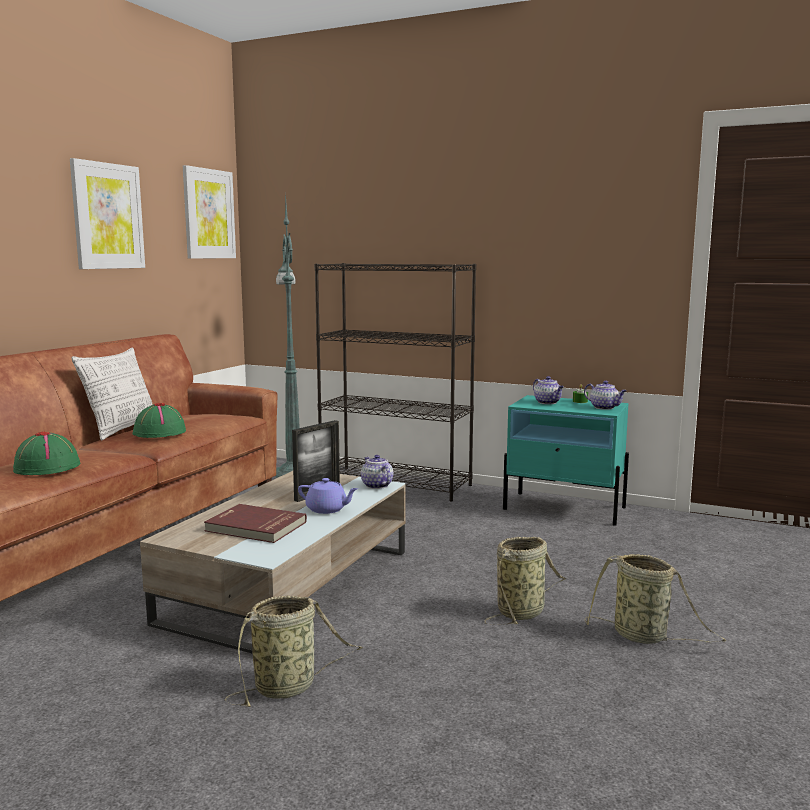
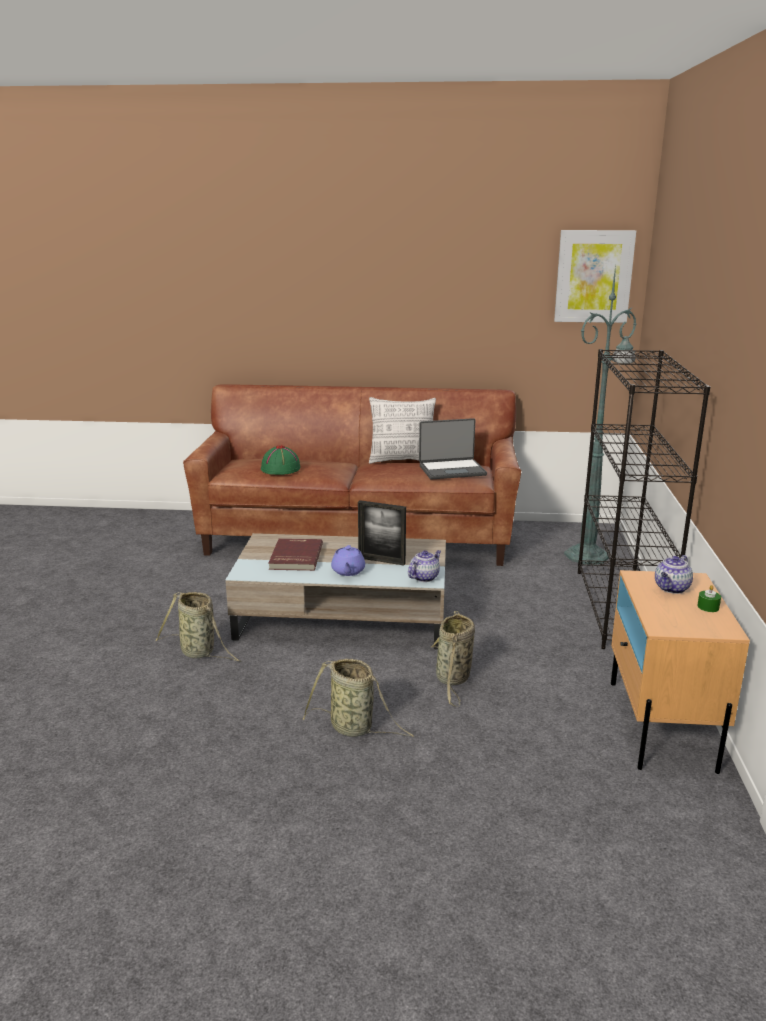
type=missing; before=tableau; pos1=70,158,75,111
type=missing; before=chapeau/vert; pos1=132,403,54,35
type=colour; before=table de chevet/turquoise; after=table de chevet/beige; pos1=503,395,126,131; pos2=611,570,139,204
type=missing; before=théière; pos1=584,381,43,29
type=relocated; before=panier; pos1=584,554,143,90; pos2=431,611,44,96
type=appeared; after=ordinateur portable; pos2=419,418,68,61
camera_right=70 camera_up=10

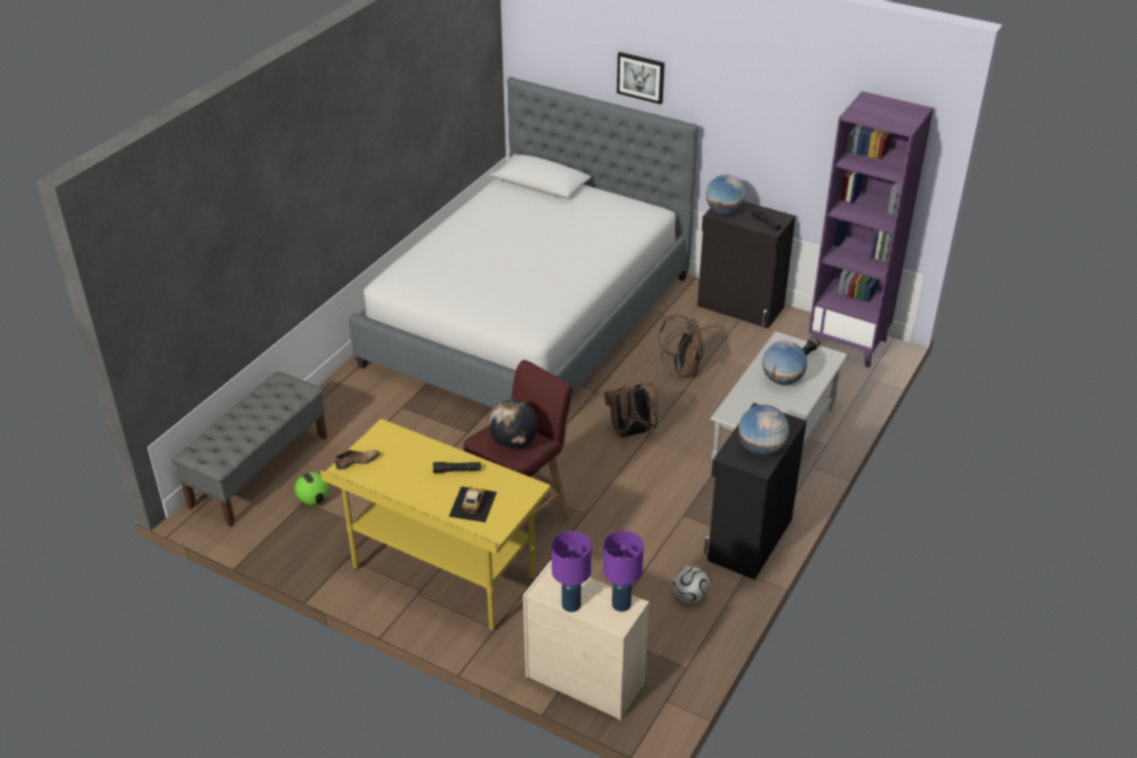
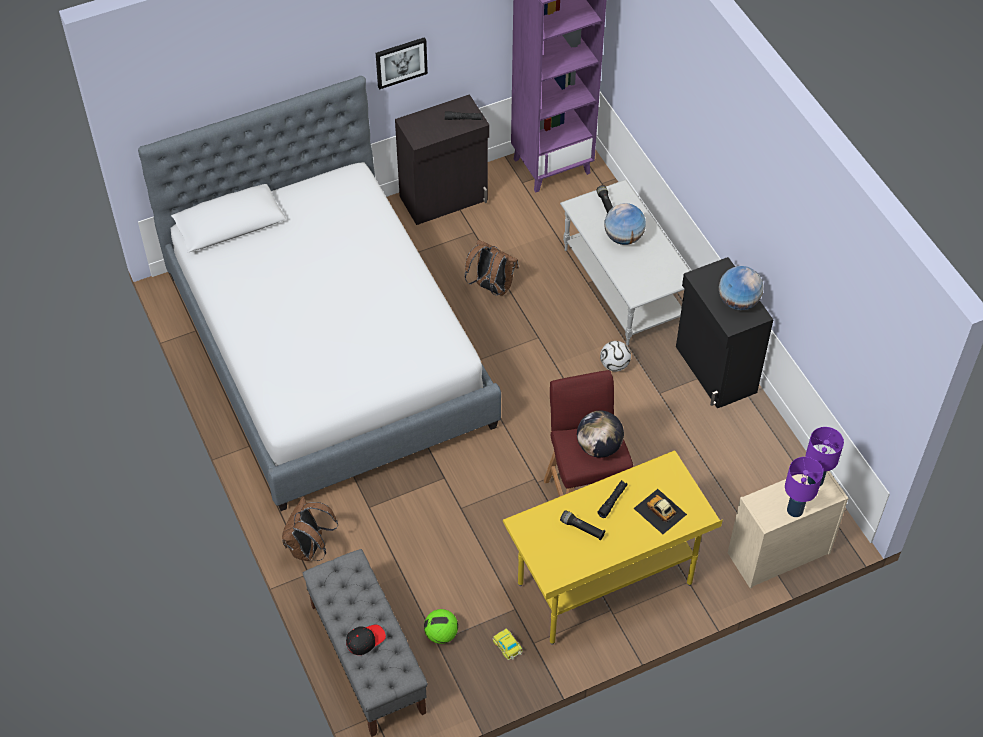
type=missing; before=chaussure; pos1=335,450,45,20
type=relocated; before=sac à dos/marron; pos1=604,382,54,55; pos2=282,497,56,64
type=relocated; before=tableau; pos1=617,52,48,52; pos2=376,37,52,52
type=relocated; before=ballon de foot; pos1=673,566,36,37; pos2=600,341,31,31
type=missing; before=globe; pos1=706,175,40,40
type=appeared; after=casquette/noir; pos2=346,625,40,30
type=appeared; after=petite voiture; pos2=493,629,30,31
type=appeared; after=lampe de poche/noir; pos2=560,510,45,30
camera_right=-55 camera_up=15

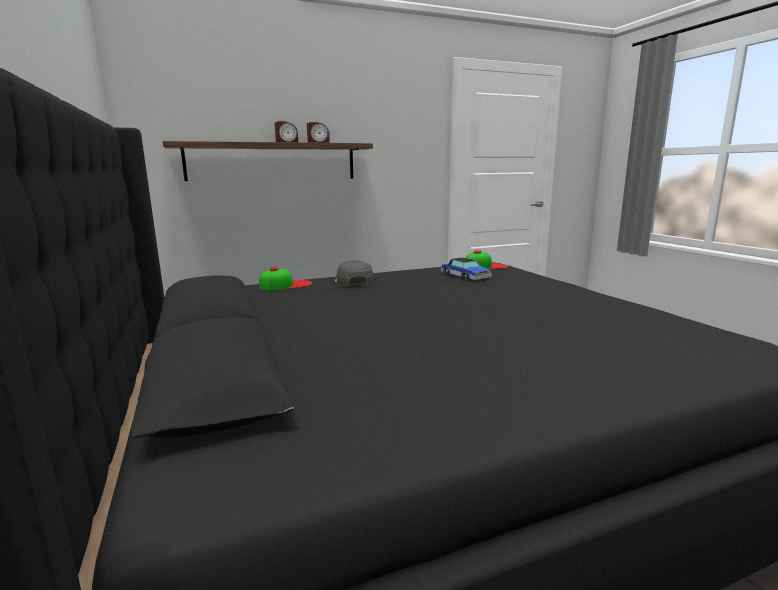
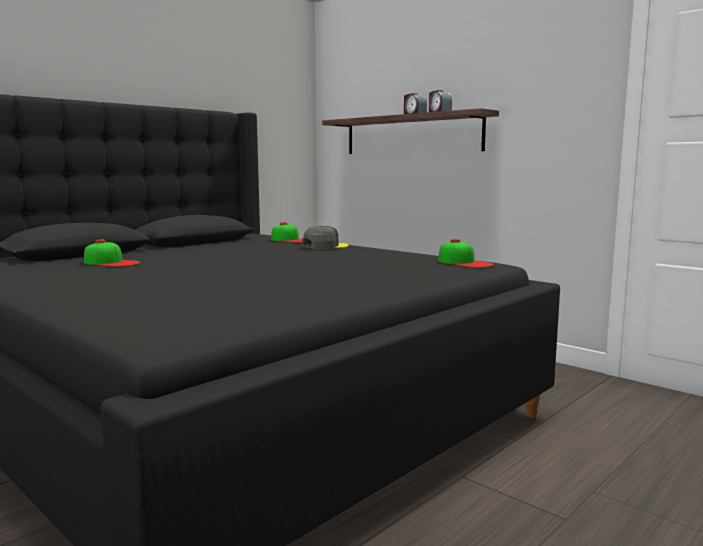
type=missing; before=petite voiture; pos1=441,257,51,23
type=appeared; after=casquette; pos2=84,239,56,28
camera_right=65 camera_up=-5

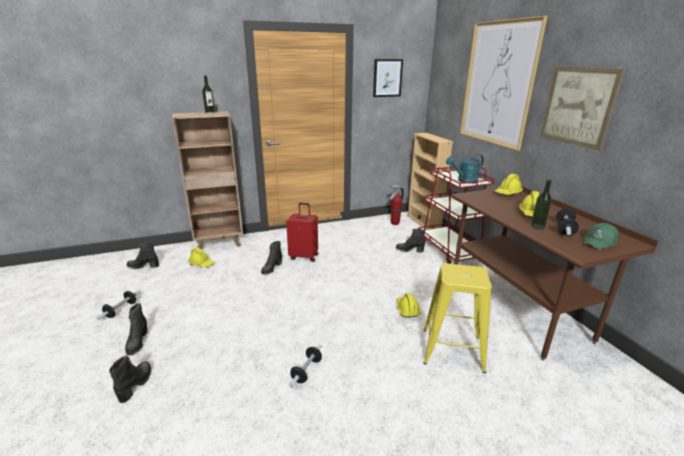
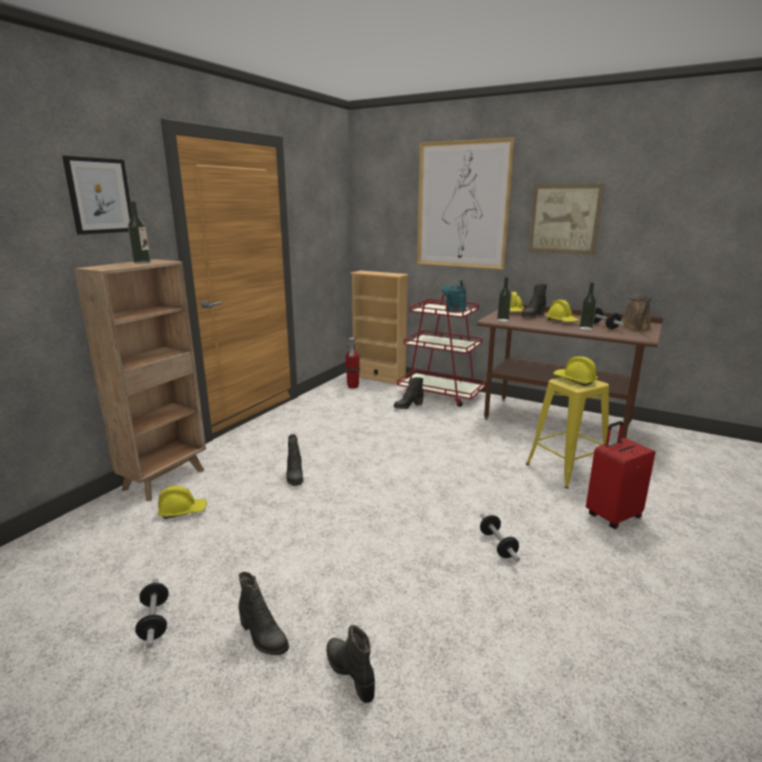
type=relocated; before=botte/noir; pos1=127,242,32,27; pos2=521,284,26,34
type=relocated; before=valise/rouge; pos1=286,203,32,59; pos2=586,421,69,108
type=relocated; before=tableau; pos1=373,59,30,38; pos2=62,156,70,79
type=relocated; before=casque de chantier/jaune; pos1=397,293,23,24; pos2=553,356,45,30
type=exchanged; before=casquette/vert; after=arrosoir/marron; pos1=582,223,37,27; pos2=620,294,32,37
type=appeared; after=bouteille; pos2=497,277,14,45
camera_right=-40 camera_up=-5

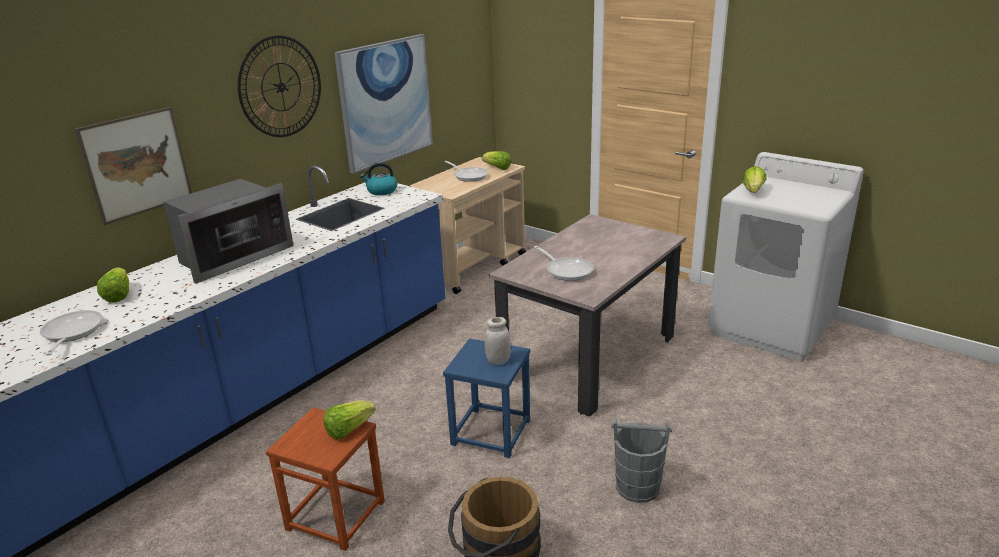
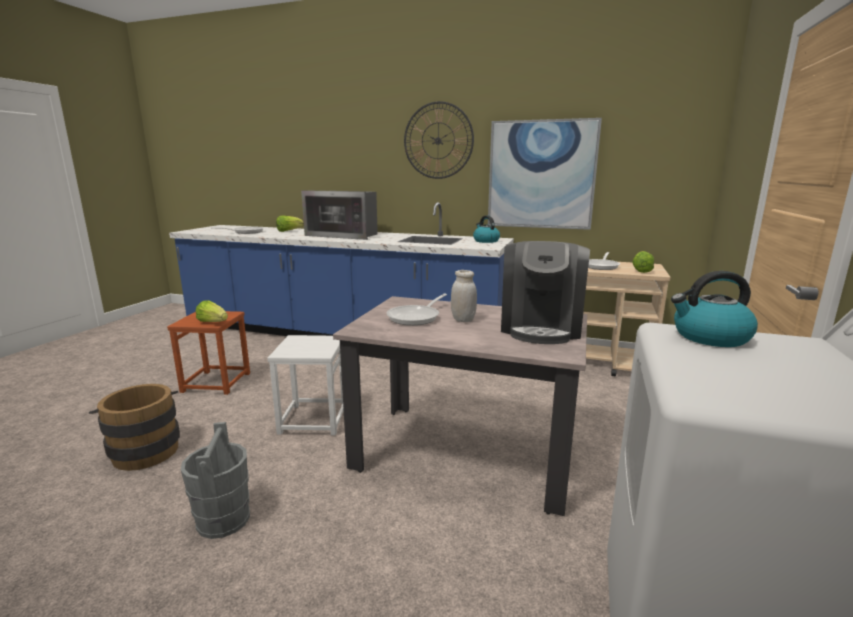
type=missing; before=tableau; pos1=75,107,117,118
type=colour; before=tabouret/bleu; after=tabouret/blanc; pos1=443,338,87,120; pos2=267,335,77,100
type=relocated; before=bocal/blanc; pos1=485,317,26,48; pos2=451,270,26,52
type=exchanged; before=laitue; after=bouilloire; pos1=742,166,25,27; pos2=671,271,87,76
type=appeared; after=machine à café; pos2=501,241,89,103
camera_right=70 camera_up=-10

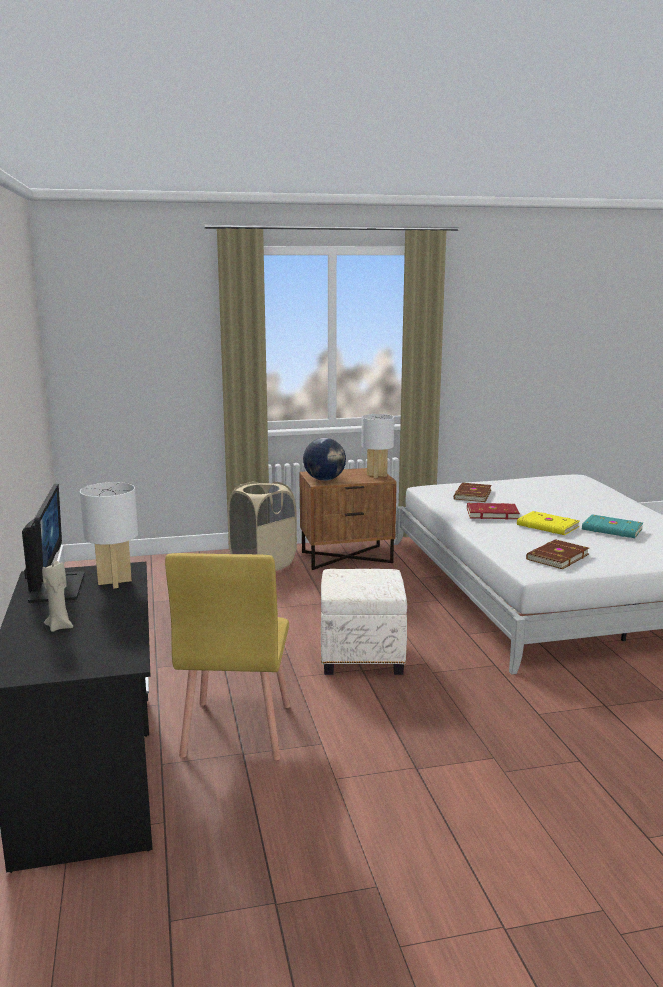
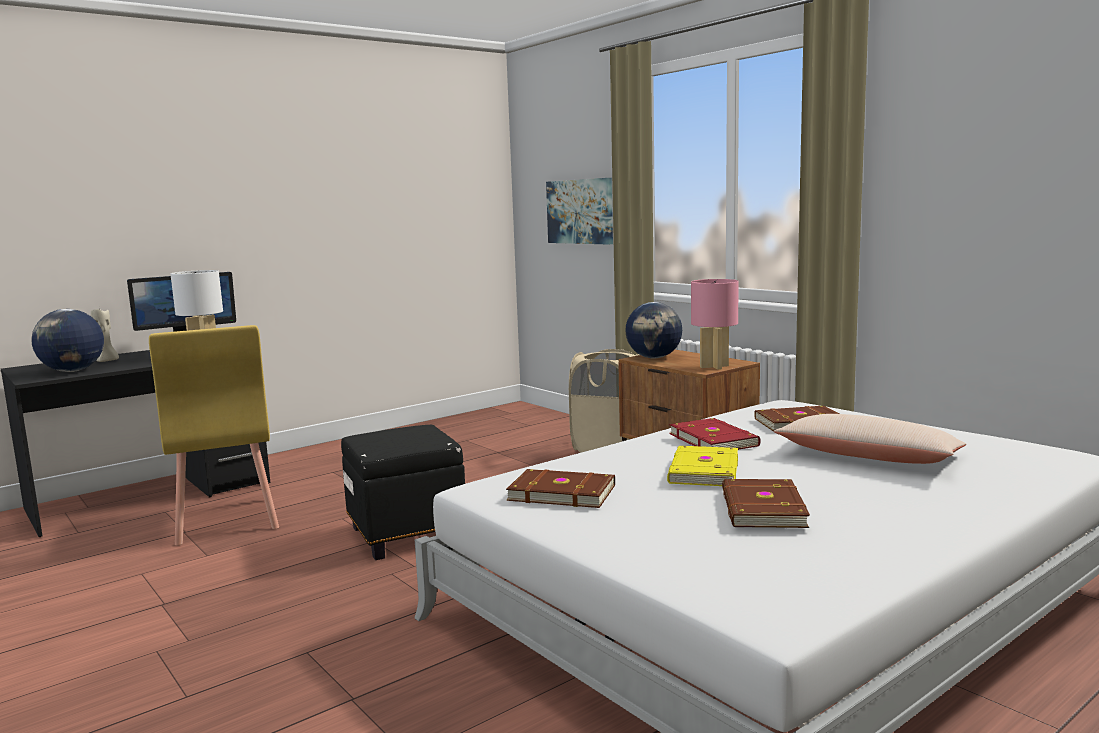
type=spun; before=chaise/jaune; pos1=165,553,125,207; pos2=149,325,130,221; turn=-90
type=colour; before=pouf/blanc; after=pouf/noir; pos1=321,569,86,106; pos2=341,425,124,135
type=colour; before=lampe de table/blanc; after=lampe de table/rose; pos1=362,414,32,64; pos2=691,279,48,91
type=colour; before=livre/turquoise; after=livre/marron; pos1=582,515,61,23; pos2=722,479,88,49
type=appeared; after=globe; pos2=31,309,73,63
type=appeared; after=tableau; pos2=546,178,67,67
type=appeared; after=coussin/beige; pos2=774,414,192,50
camera_right=65 camera_up=-5

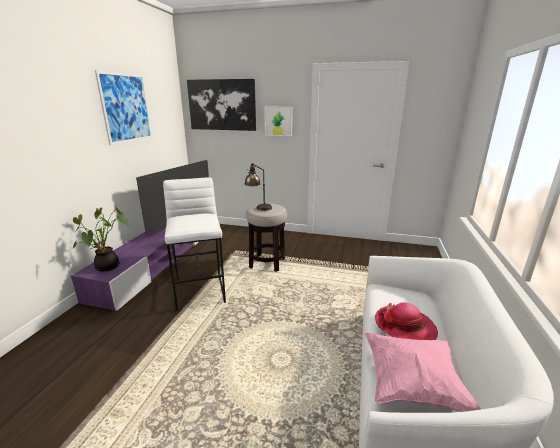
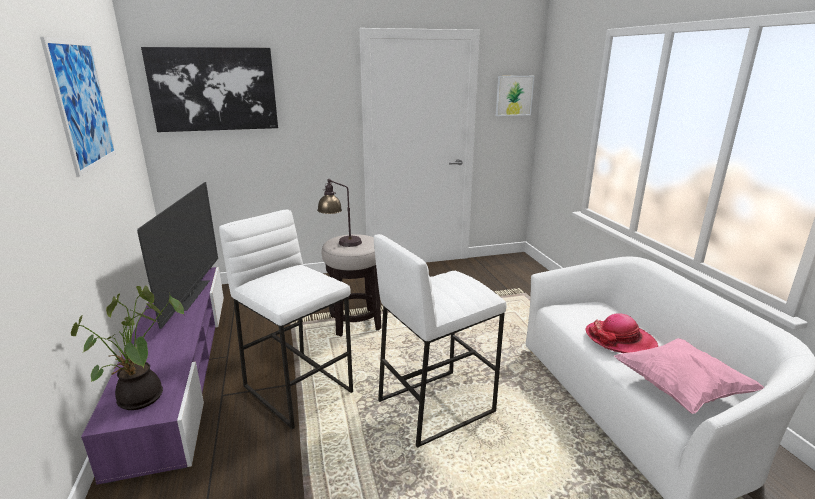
type=relocated; before=tableau; pos1=265,107,27,29; pos2=496,76,38,40
type=appeared; after=tabouret/blanc; pos2=374,234,133,214
camera_right=-30 camera_up=0

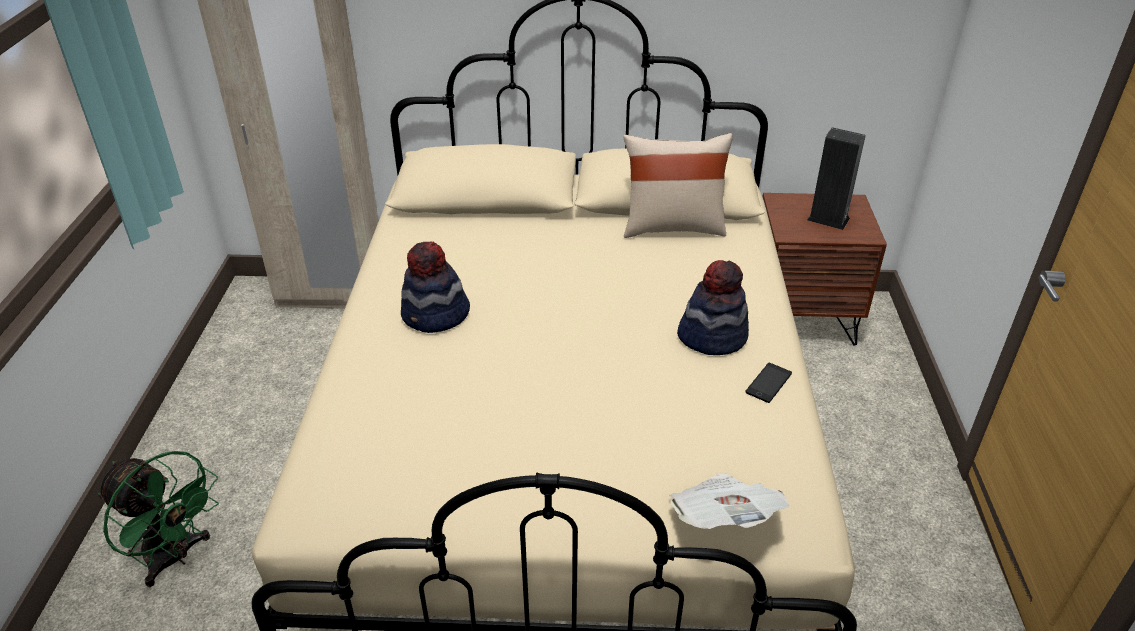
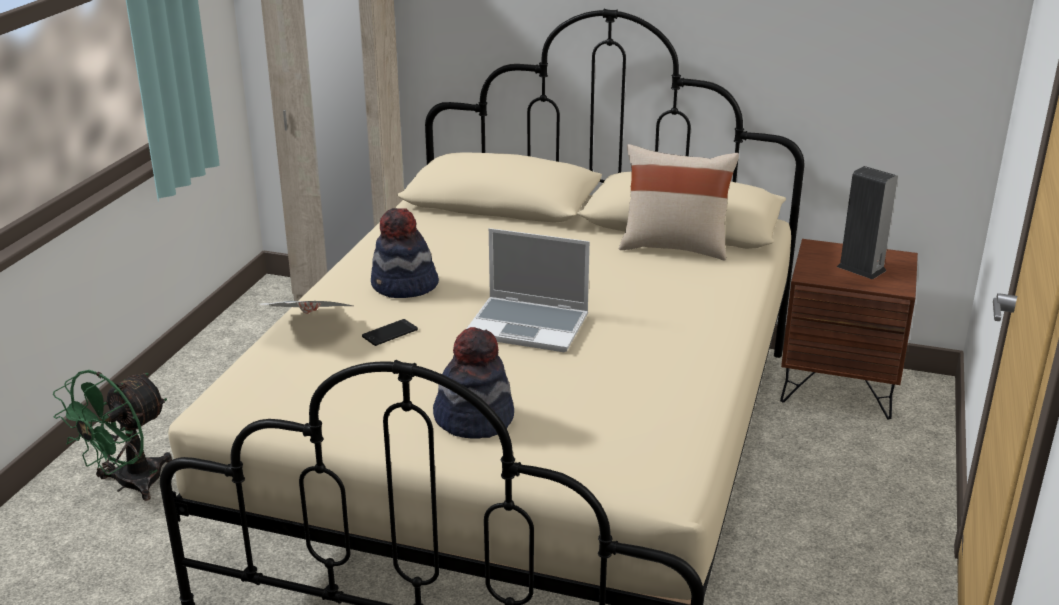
type=spun; before=ventilateur/vert; pos1=98,451,121,136; pos2=53,370,119,131; turn=75
type=relocated; before=journal; pos1=669,473,121,56; pos2=257,301,96,13
type=relocated; before=chapeau; pos1=677,260,72,95; pos2=433,327,81,112
type=relocated; before=téléphone; pos1=745,363,47,40; pos2=362,319,56,27
type=appeared; after=ordinateur portable; pos2=466,228,124,124
camera_right=15 camera_up=-10

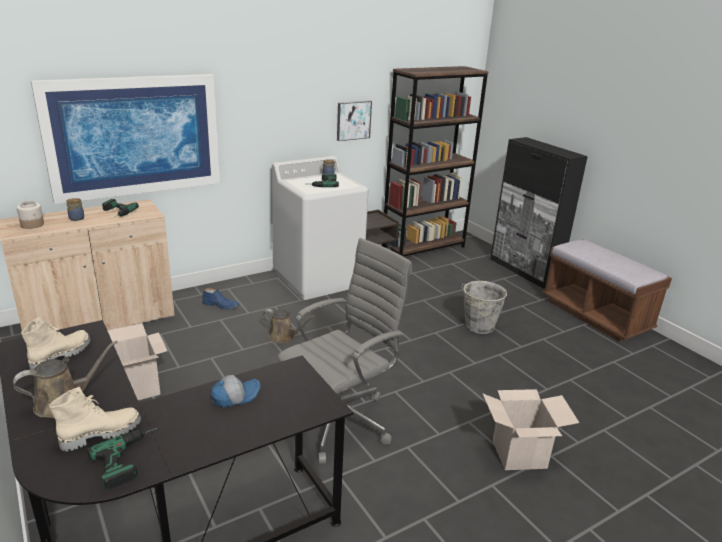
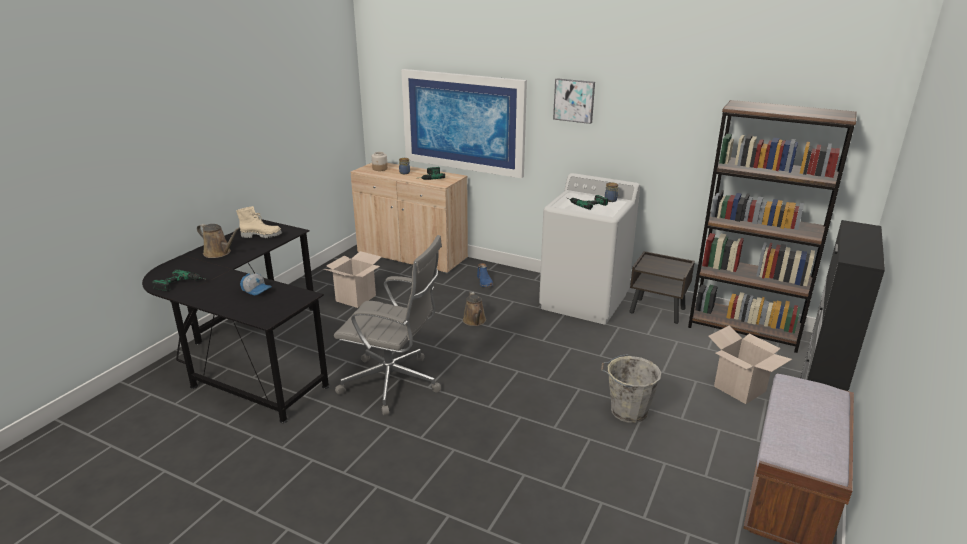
type=missing; before=botte/beige; pos1=49,387,92,65
type=relocated; before=tableau; pos1=337,101,35,40; pos2=553,78,42,46
type=relocated; before=carton; pos1=483,389,96,81; pos2=708,325,84,79
camera_right=60 camera_up=0

